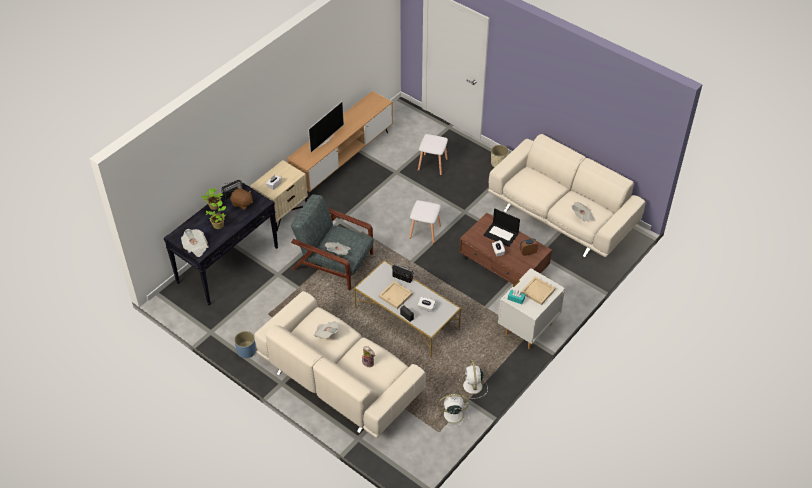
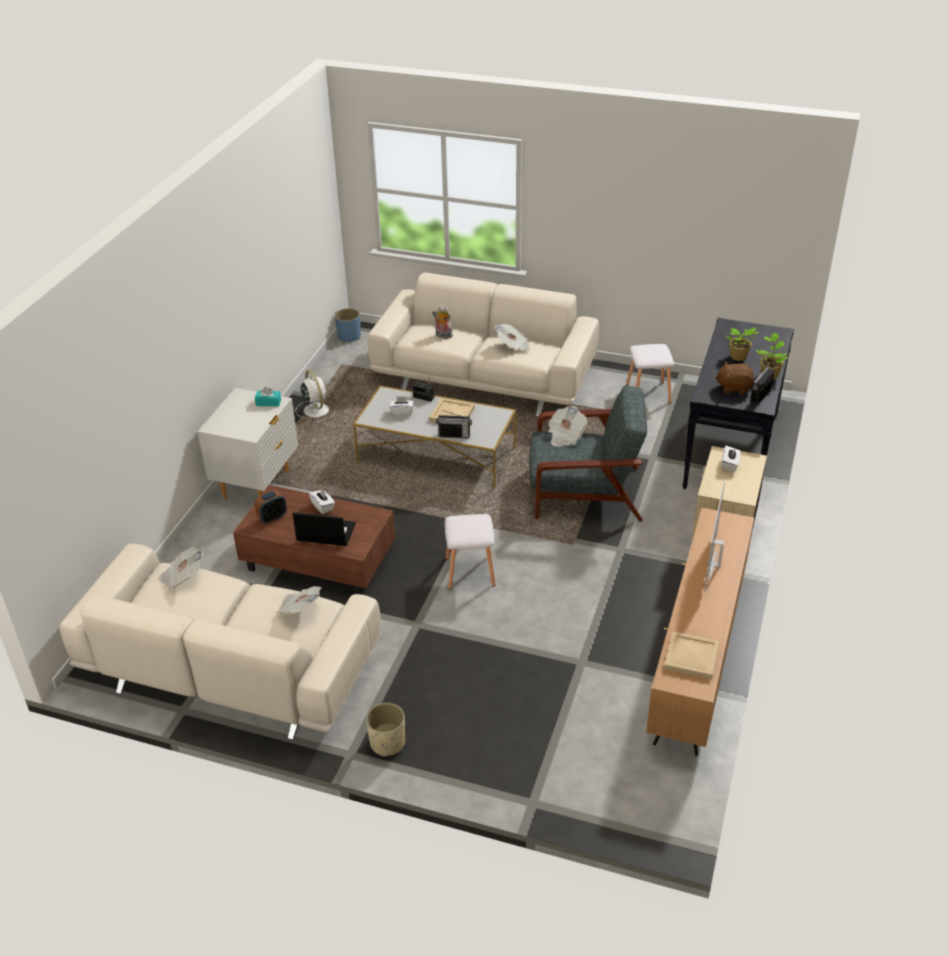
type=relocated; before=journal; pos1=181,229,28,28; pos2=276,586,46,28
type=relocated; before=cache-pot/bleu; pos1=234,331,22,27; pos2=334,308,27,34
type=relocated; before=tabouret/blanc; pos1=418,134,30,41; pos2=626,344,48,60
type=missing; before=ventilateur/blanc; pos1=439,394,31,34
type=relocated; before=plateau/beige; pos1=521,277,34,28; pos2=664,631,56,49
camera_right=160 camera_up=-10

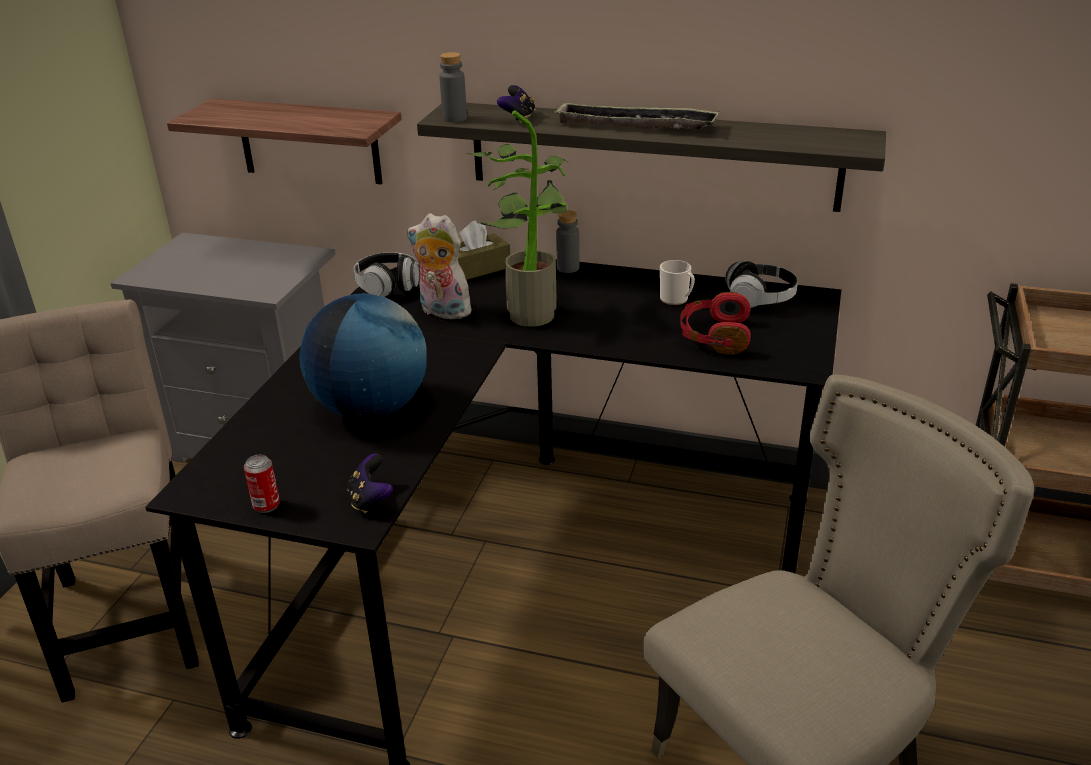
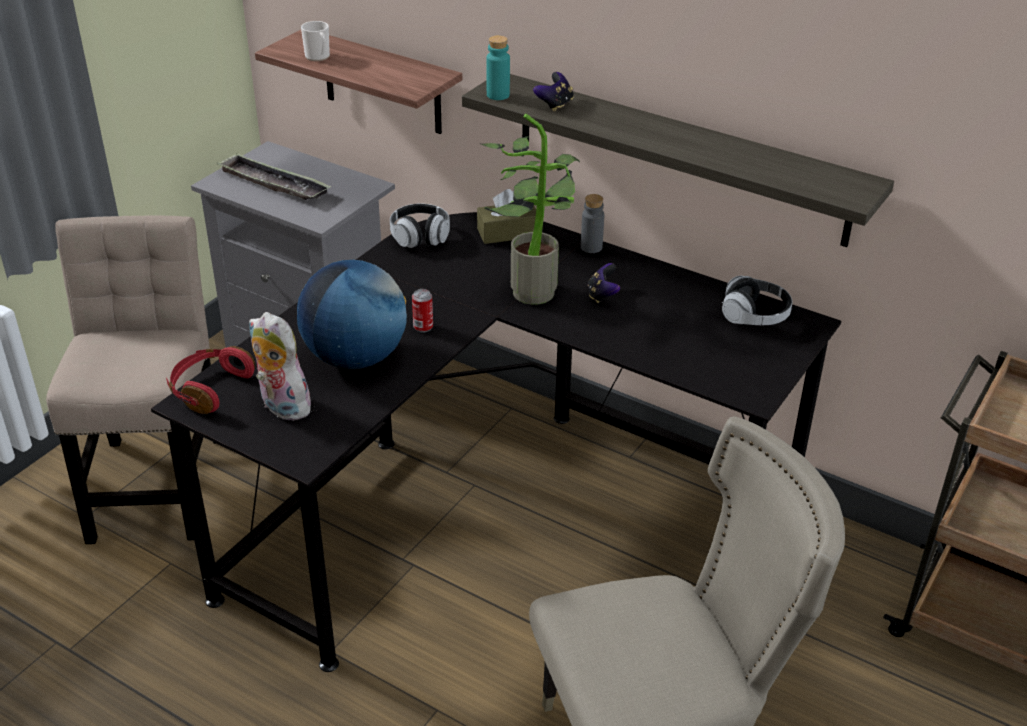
type=relocated; before=boîte métallique; pos1=244,455,36,58; pos2=412,289,21,44
type=relocated; before=manette; pos1=347,453,46,61; pos2=588,263,32,40
type=relocated; before=peluche; pos1=407,213,67,106; pos2=249,312,63,109
type=colour; before=bouteille/gris; after=bouteille/turquoise; pos1=439,52,28,70; pos2=487,35,23,65
type=relocated; before=plateau; pos1=554,102,165,27; pos2=216,153,115,47
type=relocated; before=mug; pos1=660,260,35,45; pos2=301,21,29,40
type=relocated; before=casque audio/rouge; pos1=680,292,71,63; pos2=166,346,89,68
camera_right=15 camera_up=5

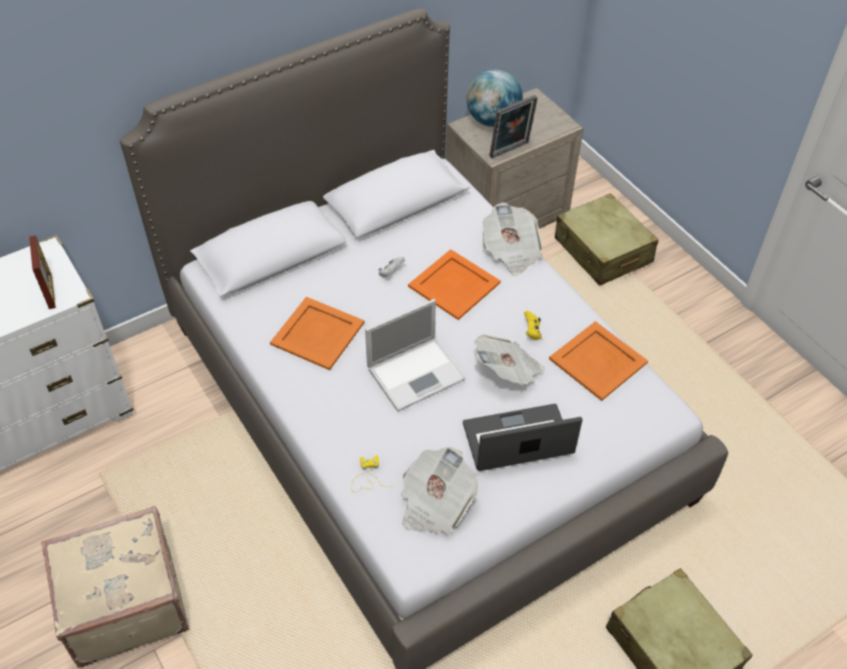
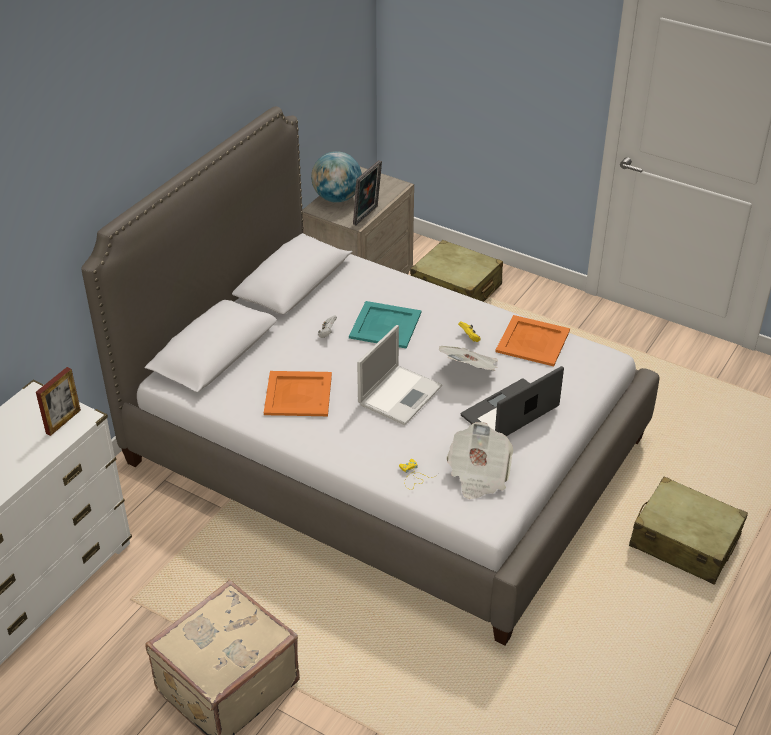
type=spun; before=cadre photo; pos1=29,235,27,74; pos2=36,367,45,69; turn=75
type=colour; before=plateau/orange; after=plateau/turquoise; pos1=408,249,93,71; pos2=349,301,72,48
type=missing; before=journal; pos1=482,202,61,74
camera_right=-25 camera_up=-10

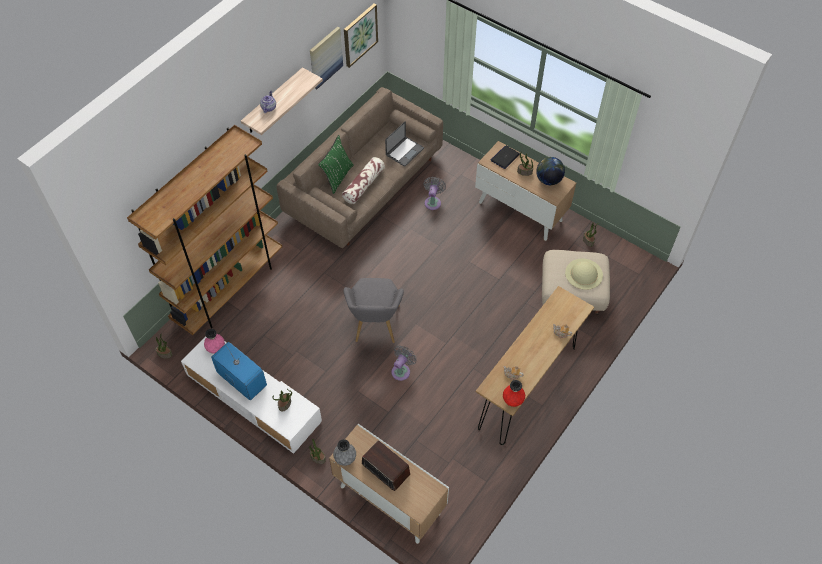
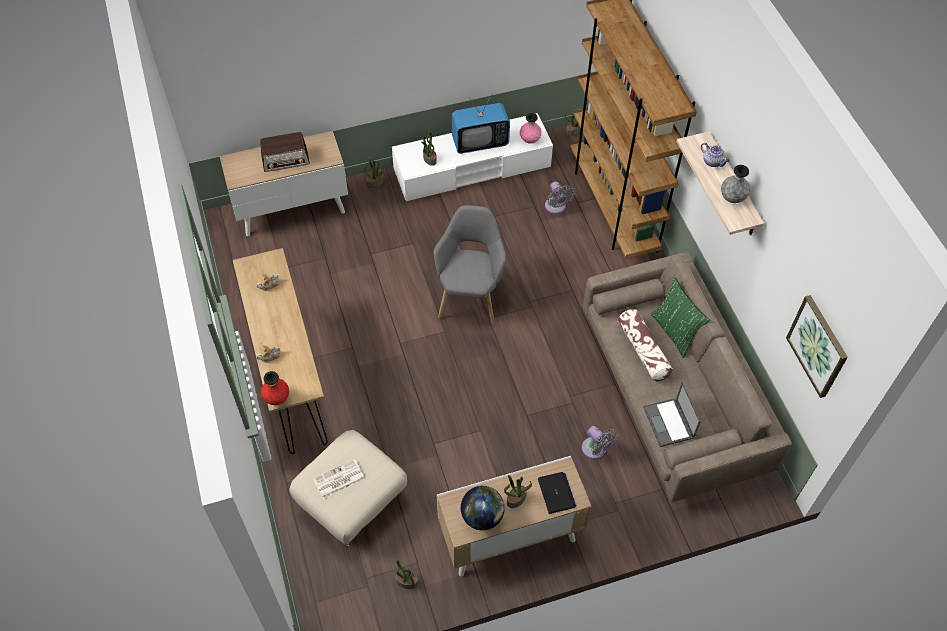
type=missing; before=tableau; pos1=310,26,33,63
type=relocated; before=vase/gris; pos1=333,439,23,27; pos2=721,165,29,38
type=spun; before=fauteuil/gris; pos1=344,278,60,65; pos2=434,205,73,120; turn=60
type=relocated; before=ventilateur/gris; pos1=391,345,26,36; pos2=545,182,29,32
type=relocated; before=vase/rouge; pos1=503,380,22,27; pos2=261,371,28,34
type=exchanged; before=chapeau/beige; after=journal; pos1=565,258,38,32; pos2=313,459,52,40
camera_right=125 camera_up=0

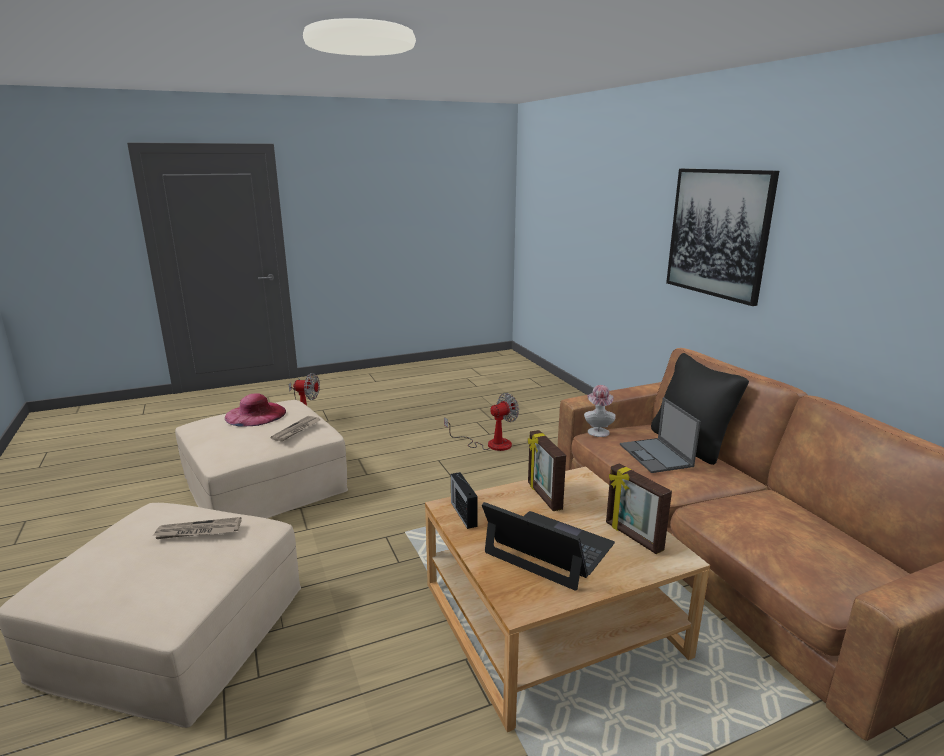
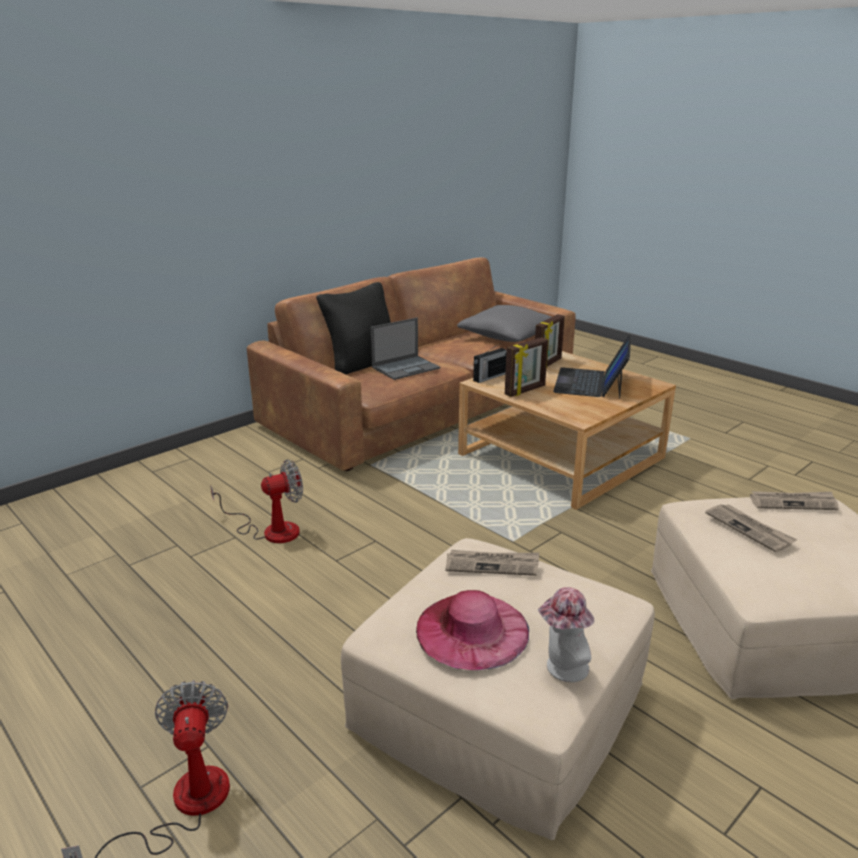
type=spun; before=ventilateur; pos1=444,393,75,58; pos2=210,460,93,83; turn=120
type=relocated; before=radio; pos1=451,472,27,57; pos2=473,343,34,40
type=relocated; before=chapeau; pos1=584,385,32,52; pos2=538,587,56,95
type=missing; before=tableau; pos1=666,169,113,137
type=appeared; after=coussin/gris; pos2=457,305,94,37
type=appeared; after=journal; pos2=750,491,88,19
camera_right=-110 camera_up=5

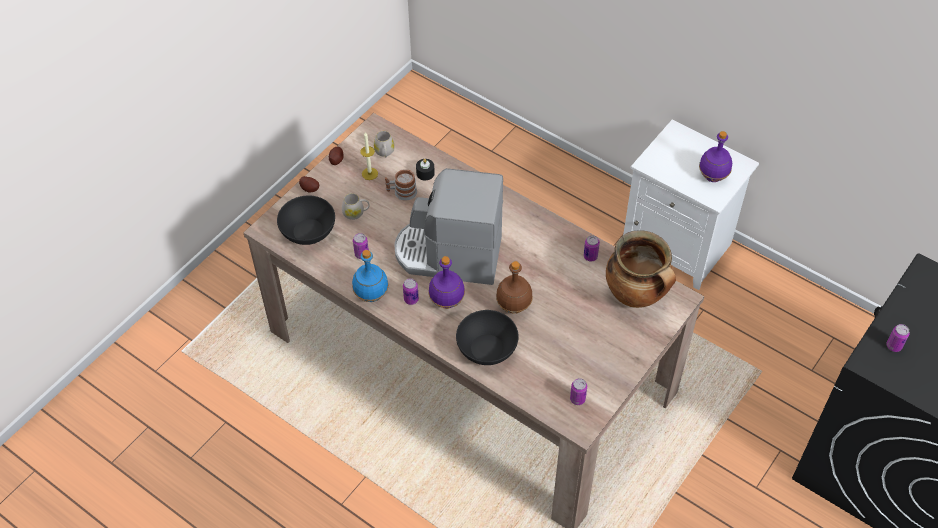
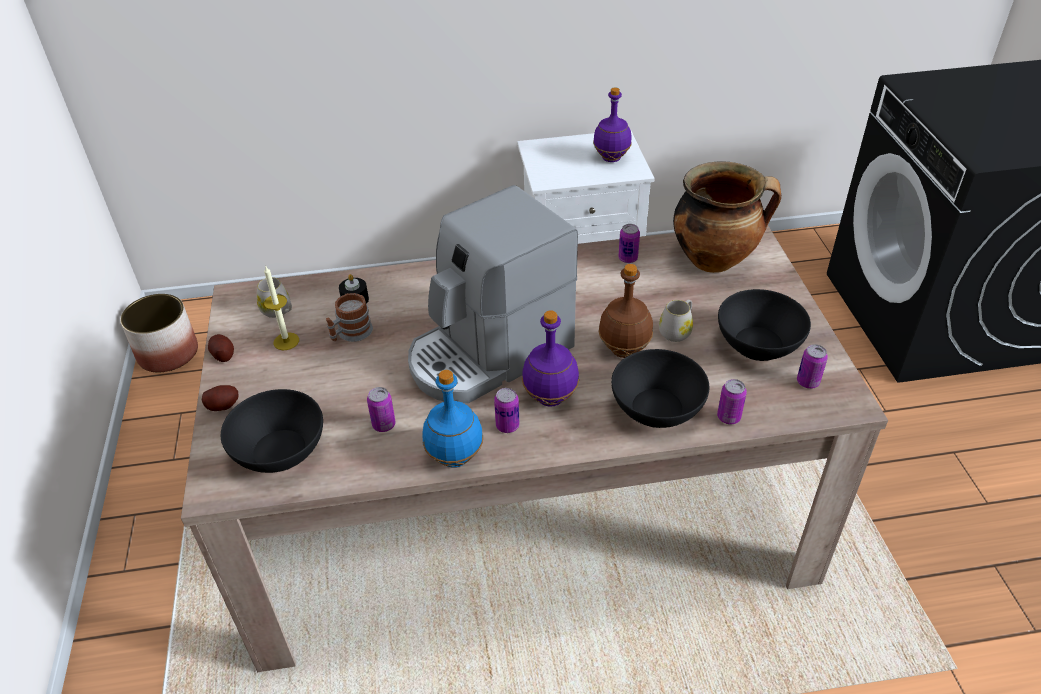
type=relocated; before=mug/blanc; pos1=342,193,27,27; pos2=659,299,34,43
type=relocated; before=boîte métallique; pos1=887,324,23,28; pos2=717,379,30,45
type=appeared; after=cache-pot; pos2=120,294,78,78
type=appeared; after=bol/noir; pos2=718,289,93,72
camera_right=-45 camera_up=-10

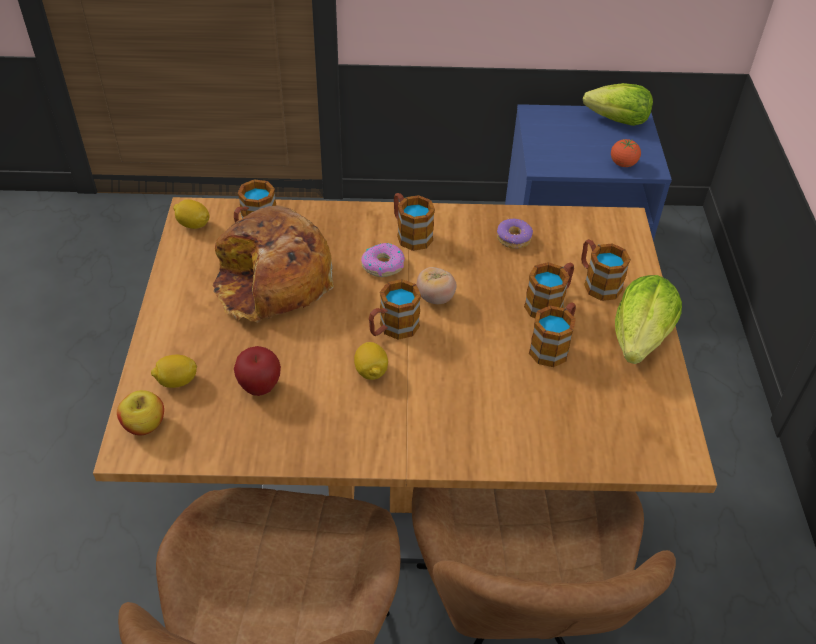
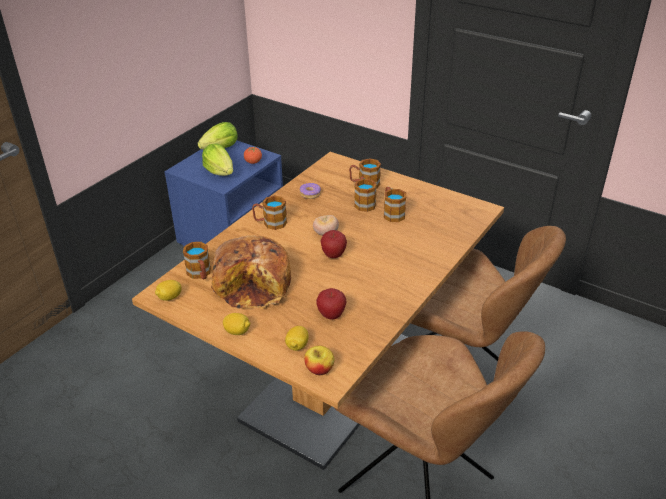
type=relocated; before=citron; pos1=354,342,34,38; pos2=223,313,28,22
type=missing; before=beignet; pos1=361,243,44,34
type=exchanged; before=mug; after=pomme; pos1=369,279,52,61; pos2=320,230,27,28
type=relocated; before=laitue; pos1=615,275,67,89; pos2=202,144,31,32
camera_right=-55 camera_up=-10

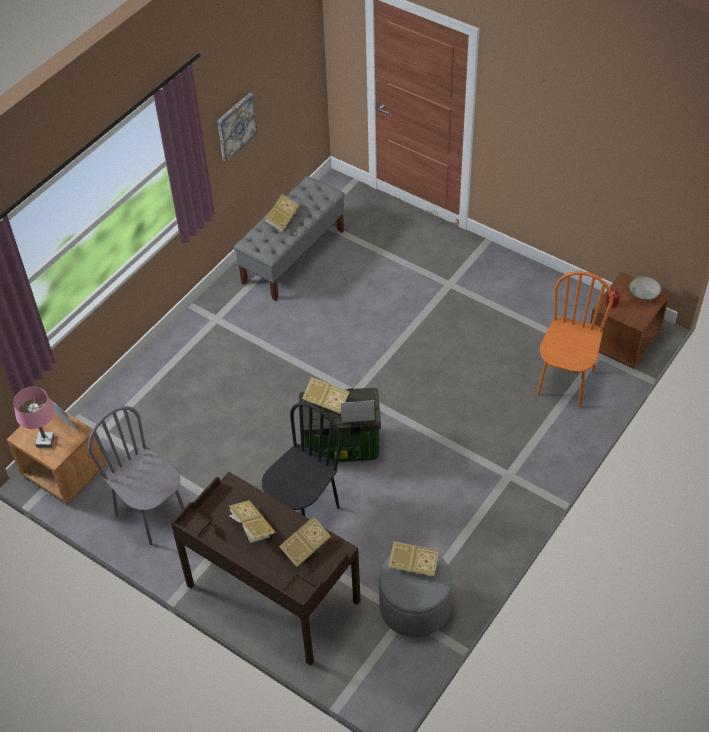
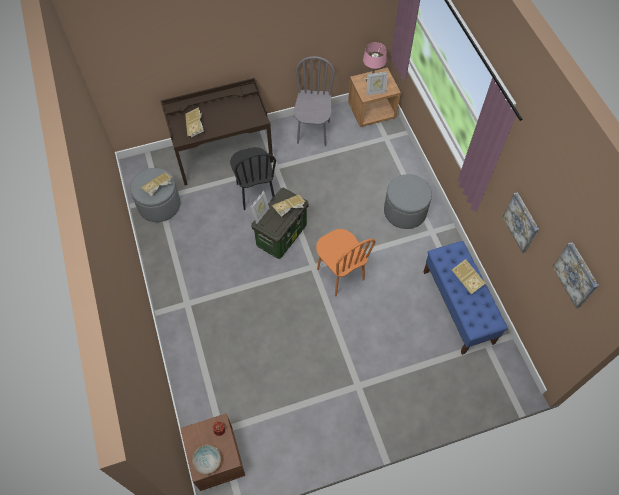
type=spun; before=chaise/gris; pos1=88,406,97,139; pos2=294,56,41,90; turn=-75
type=missing; before=livre; pos1=229,500,47,43
type=colour; before=banc/gris; after=banc/bleu; pos1=234,176,111,125; pos2=423,241,85,114
type=relocated; before=chaise/orange; pos1=537,271,76,136; pos2=316,229,60,68
type=appeared; after=pouf/gris; pos2=384,174,48,55
type=appeared; after=tableau; pos2=552,242,47,67
camera_right=125 camera_up=10

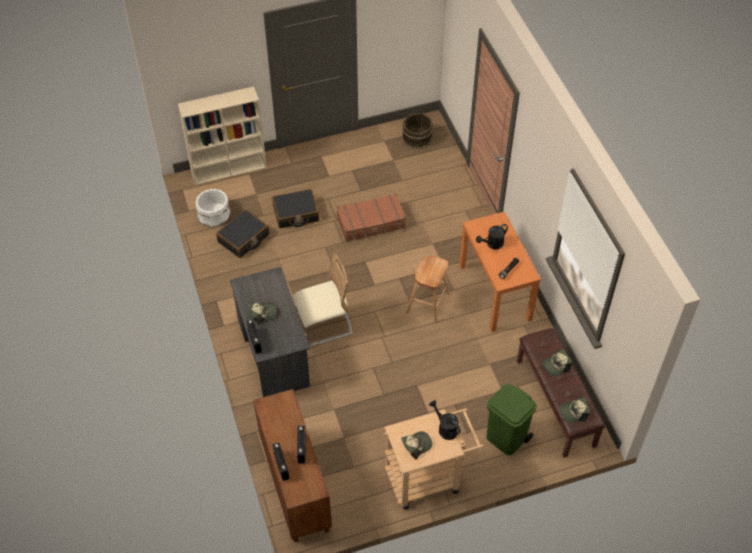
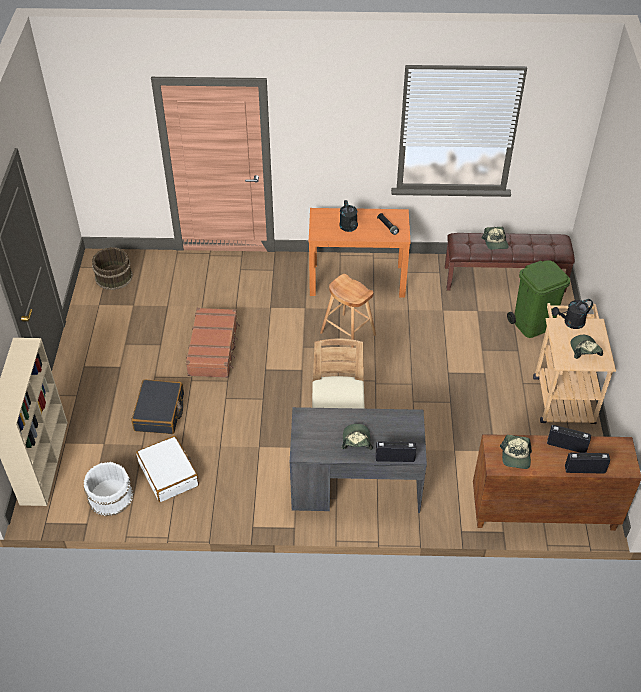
type=colour; before=valise/noir; after=valise/blanc; pos1=216,210,53,48; pos2=136,436,63,66
type=relocated; before=casquette; pos1=560,397,30,26; pos2=500,435,32,34
camera_right=-70 camera_up=-5

